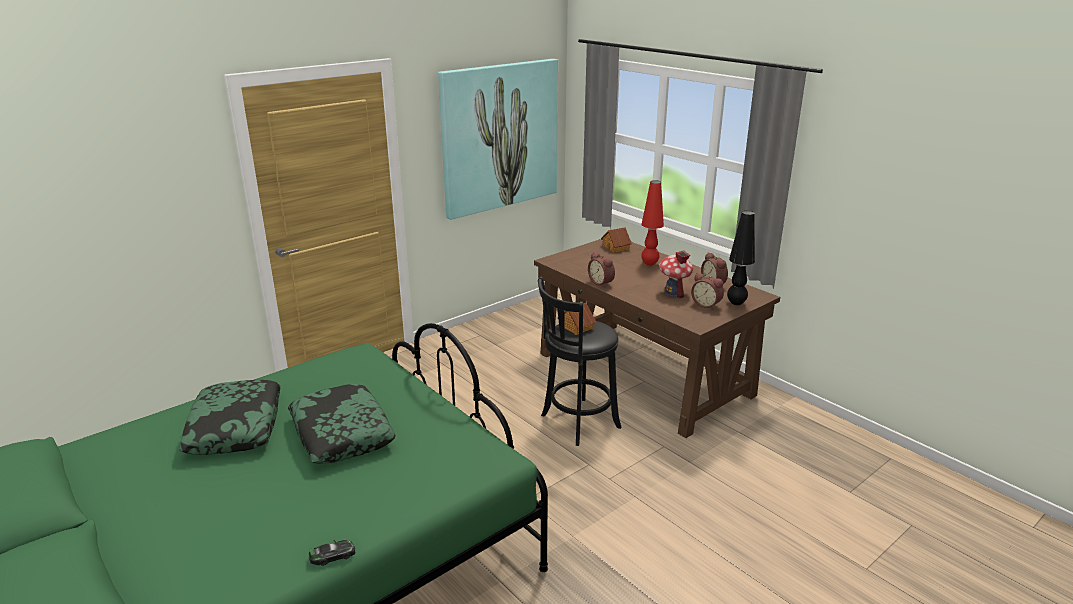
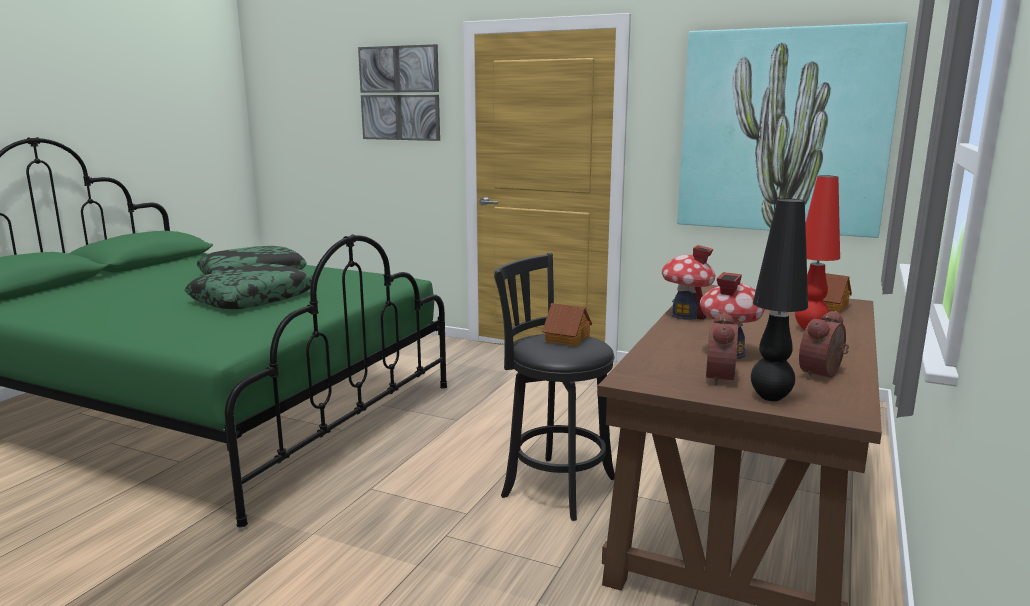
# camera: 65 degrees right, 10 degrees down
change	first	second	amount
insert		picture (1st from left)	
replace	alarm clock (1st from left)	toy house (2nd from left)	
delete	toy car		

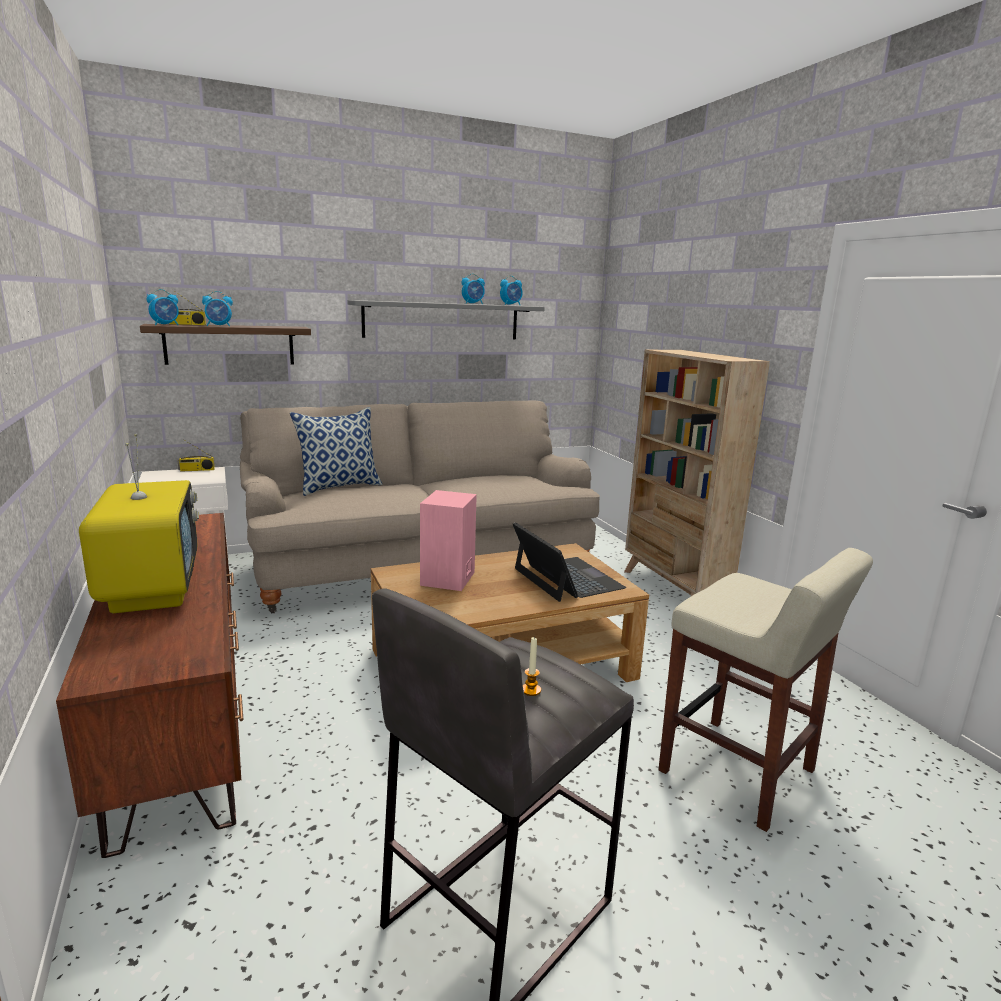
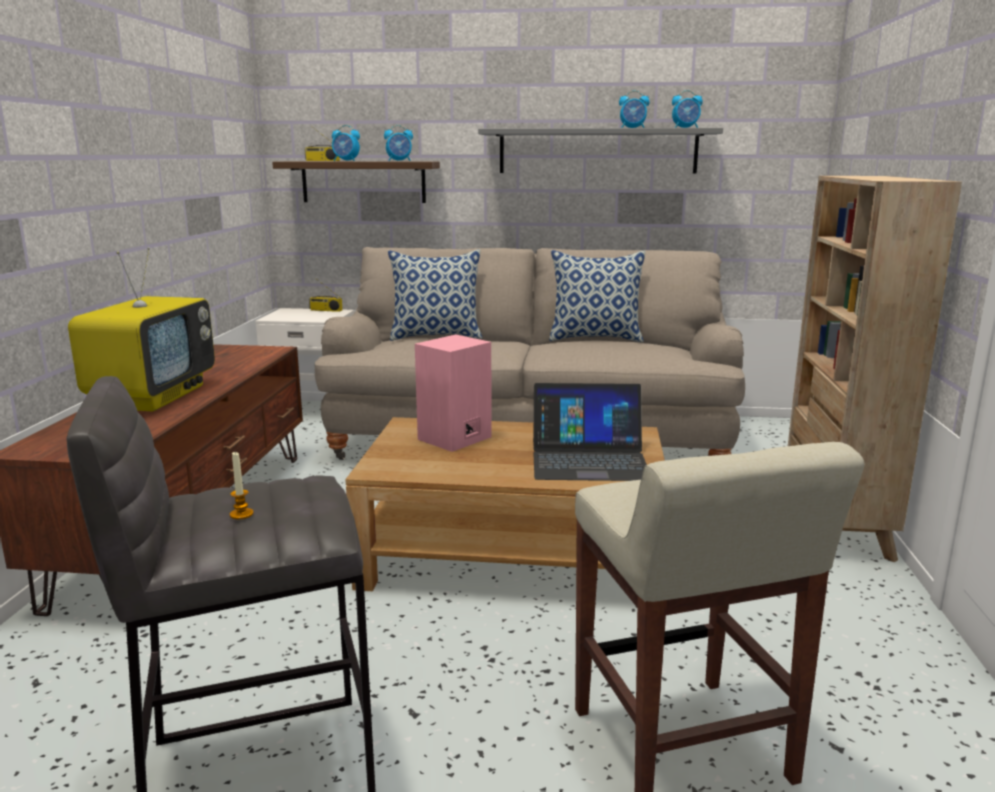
# camera: 30 degrees right, 0 degrees up
change	first	second	amount
move	alarm clock (1st from left in the first image)	alarm clock (2nd from left)	
rotate	laptop		90 degrees clockwise
insert		pillow (2nd from left)	

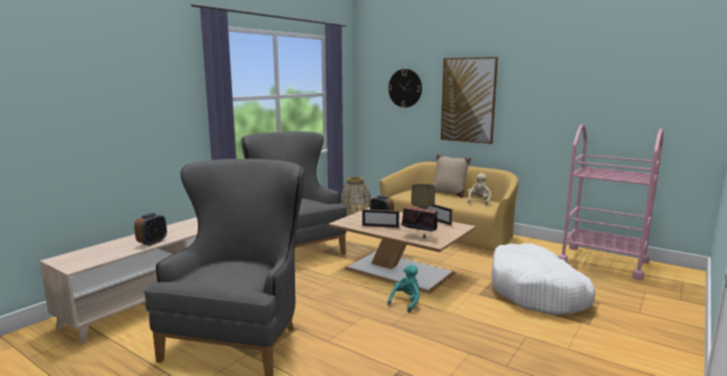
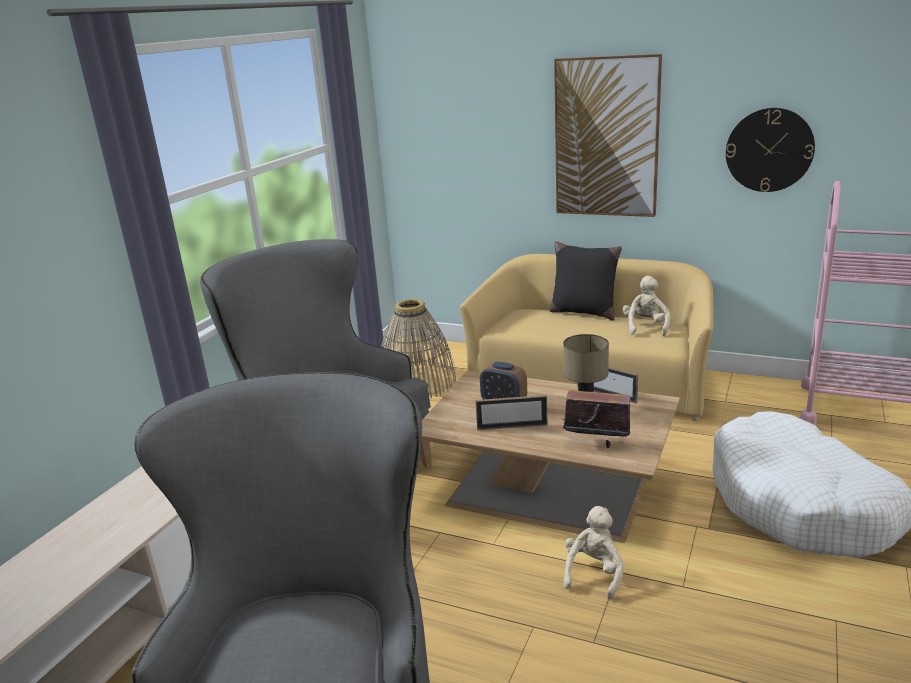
# camera: 10 degrees left, 10 degrees up
change	first	second	amount
recolor	beige pillow	black pillow	
recolor	turquoise plush toy	beige plush toy (1st from left)	
move	wall clock		
delete	alarm clock (1st from left)		

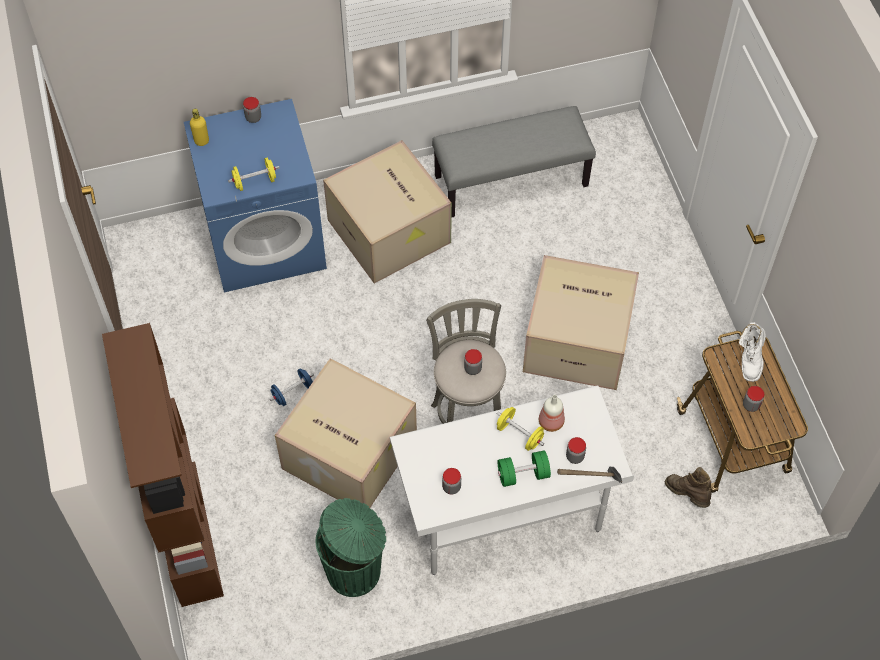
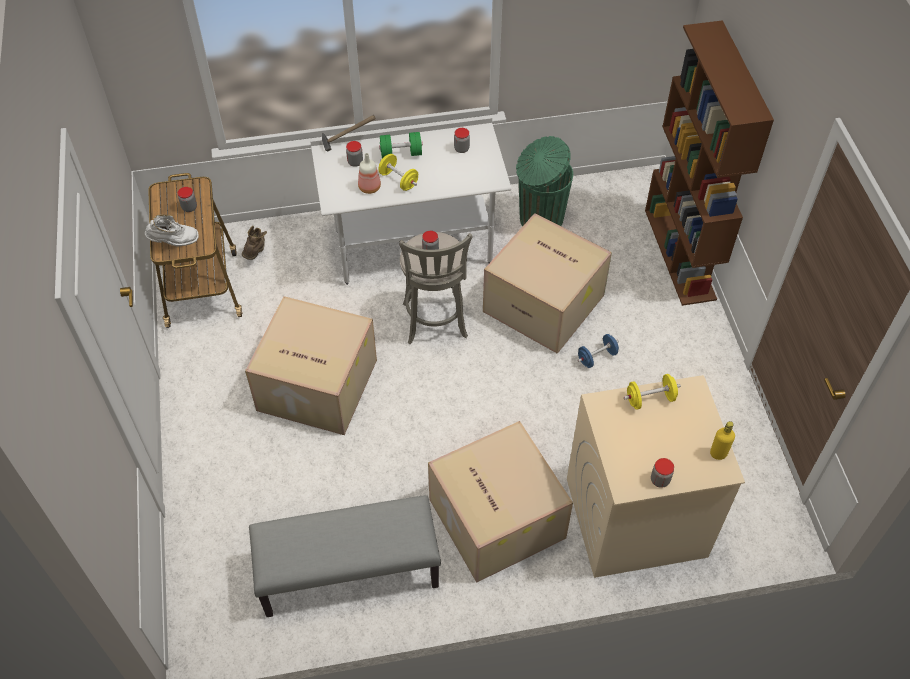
# camera: 175 degrees left, 5 degrees down
change	first	second	amount
rotate	white boot		60 degrees clockwise
rotate	brown boot		135 degrees counterclockwise
recolor	blue washing machine	beige washing machine	

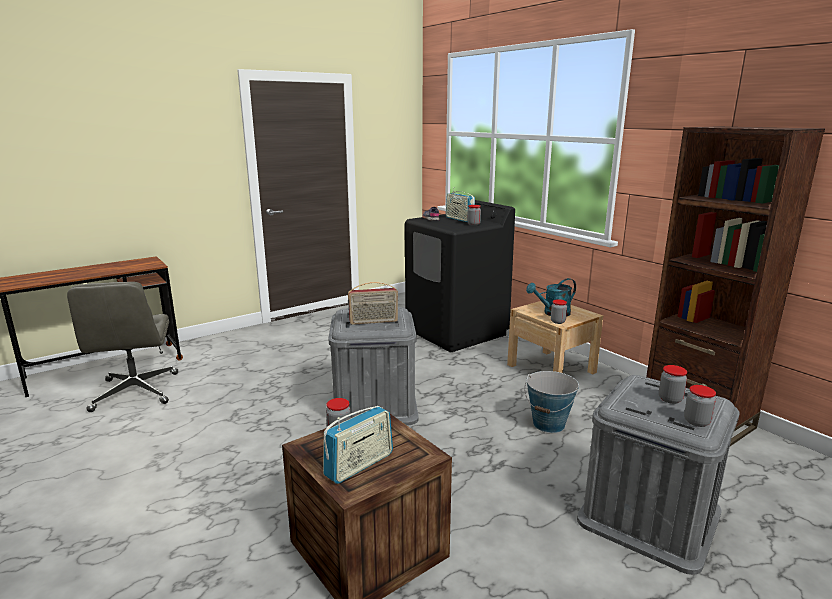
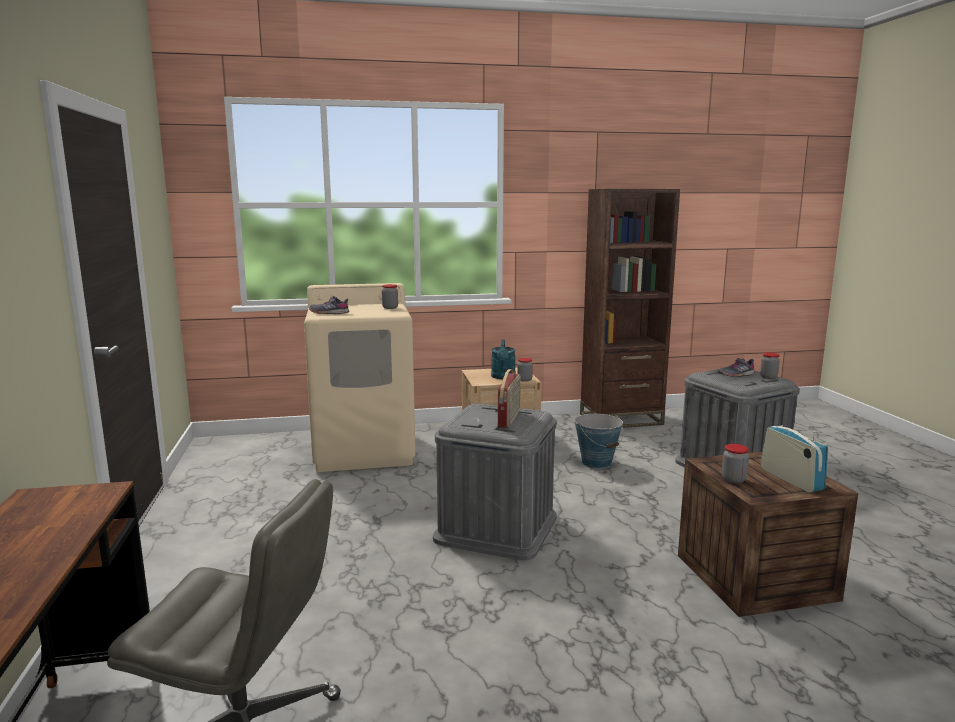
# camera: 65 degrees left, 5 degrees down
change	first	second	amount
recolor	black washing machine	beige washing machine	
replace	jar (4th from left)	grey shoe (2nd from left)	
delete	radio (3rd from left)		

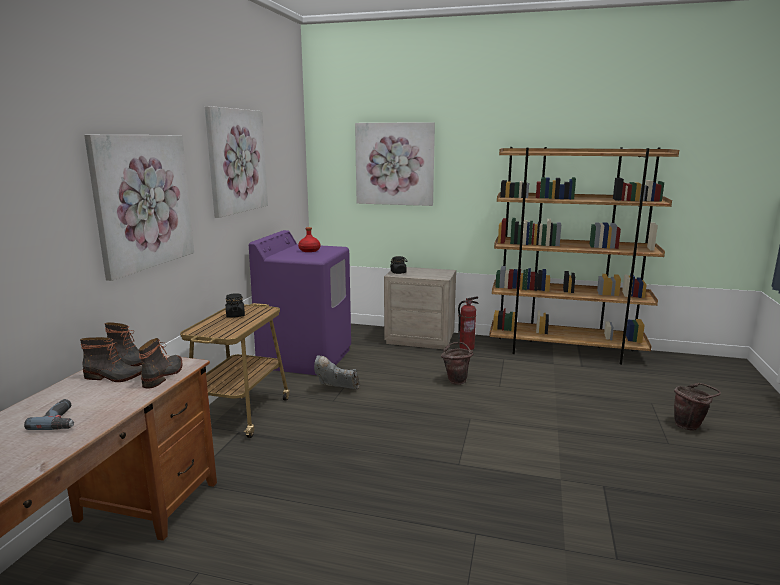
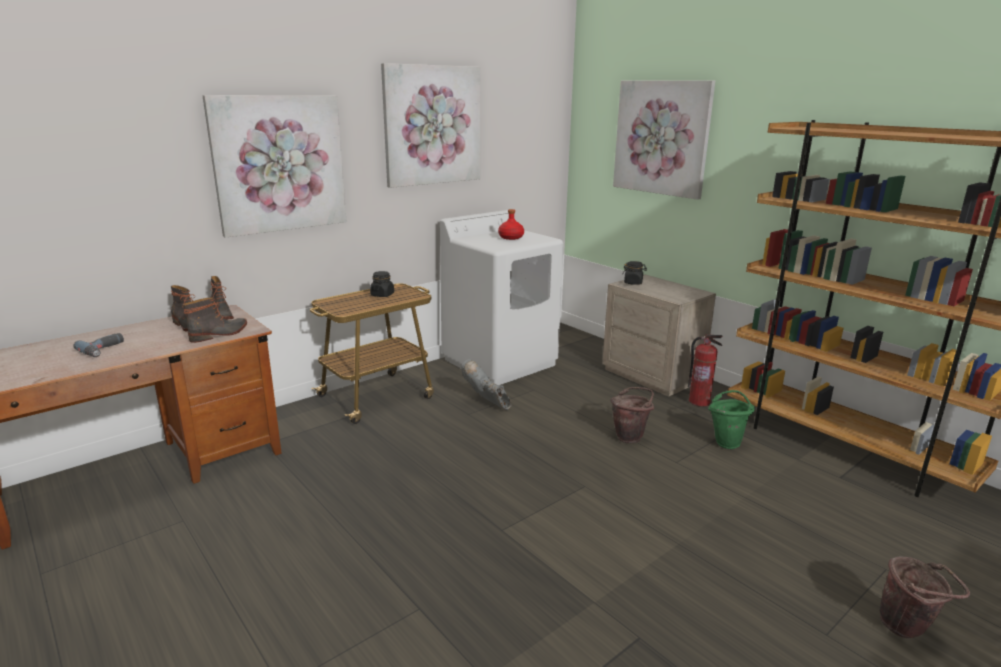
# camera: 35 degrees right, 5 degrees up
change	first	second	amount
recolor	purple washing machine	white washing machine	
insert		green bucket	

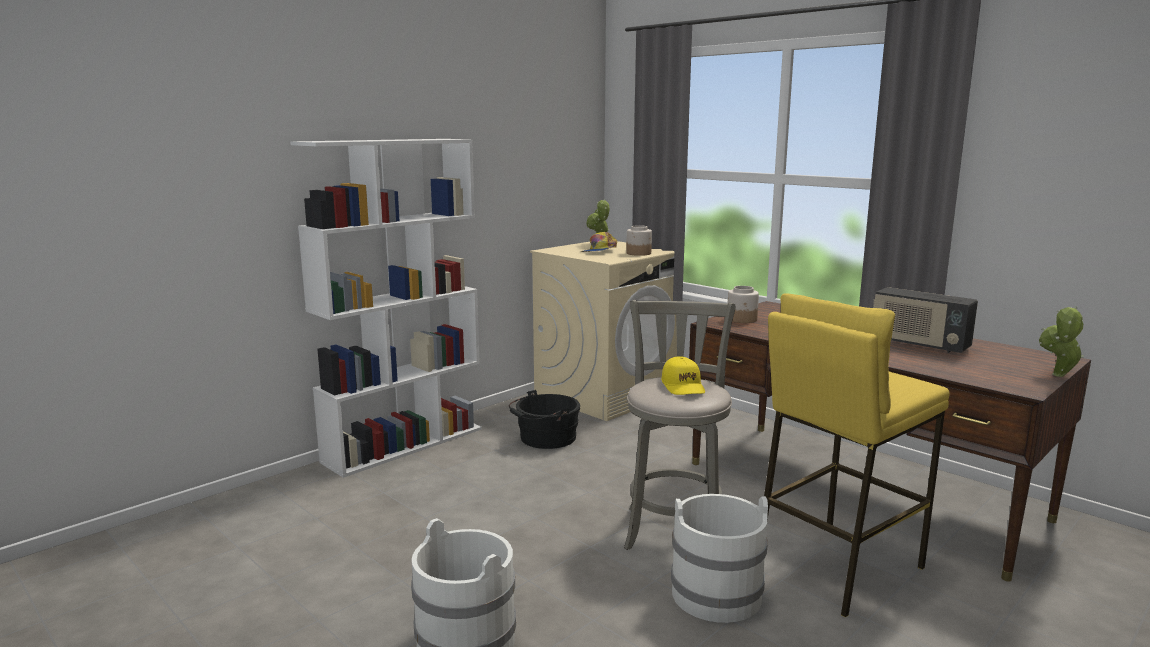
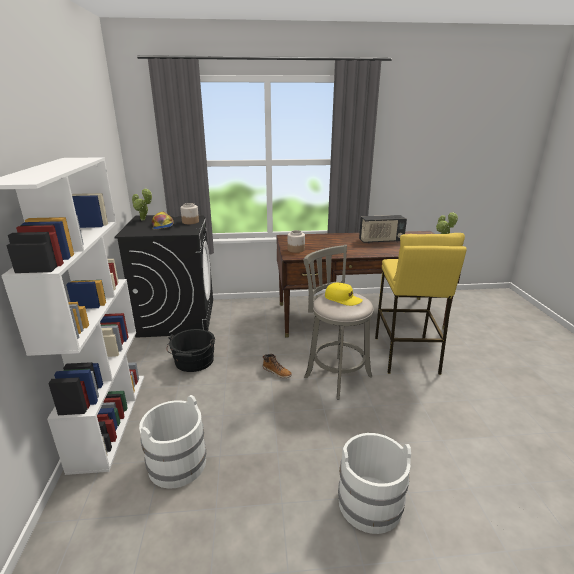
# camera: 50 degrees left, 10 degrees up
change	first	second	amount
recolor	beige washing machine	black washing machine	
move	white bucket (2nd from left in the first image)	white bucket (1st from left)	
insert		boot	

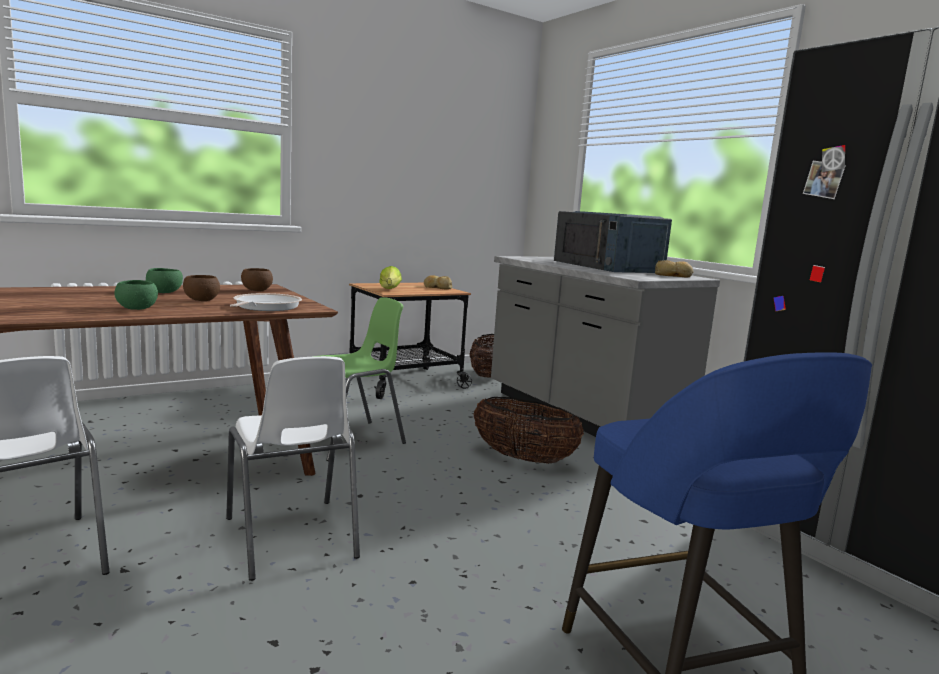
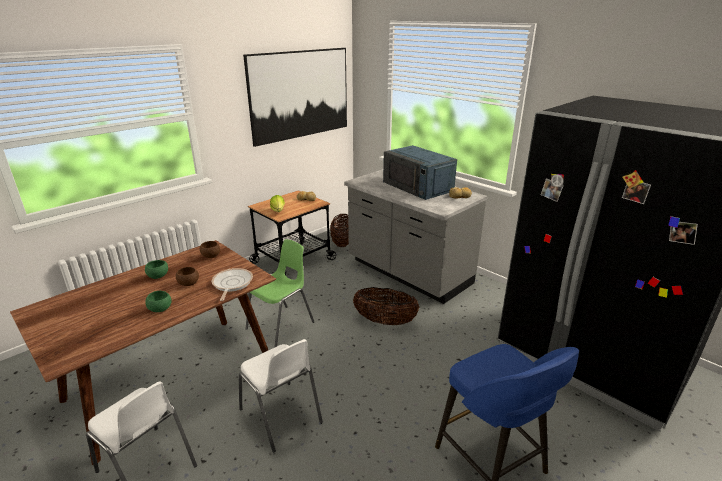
# camera: 10 degrees left, 15 degrees up
change	first	second	amount
insert		picture	

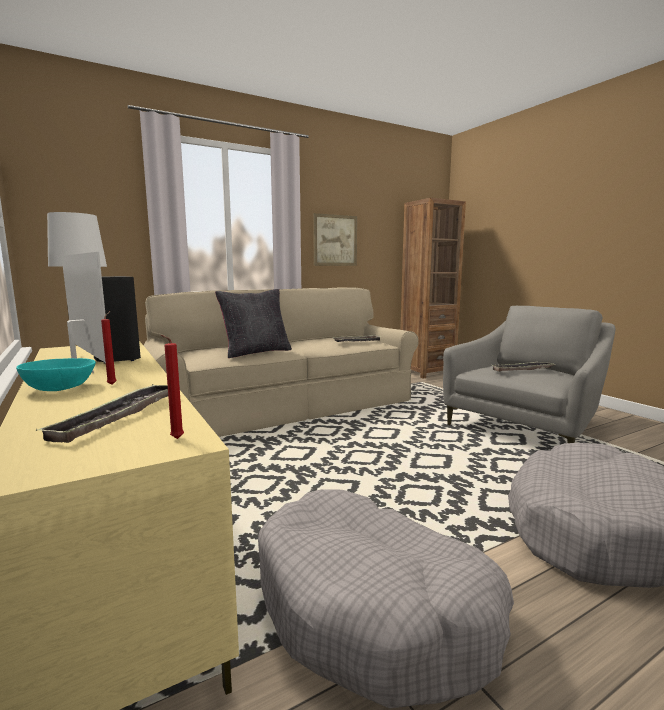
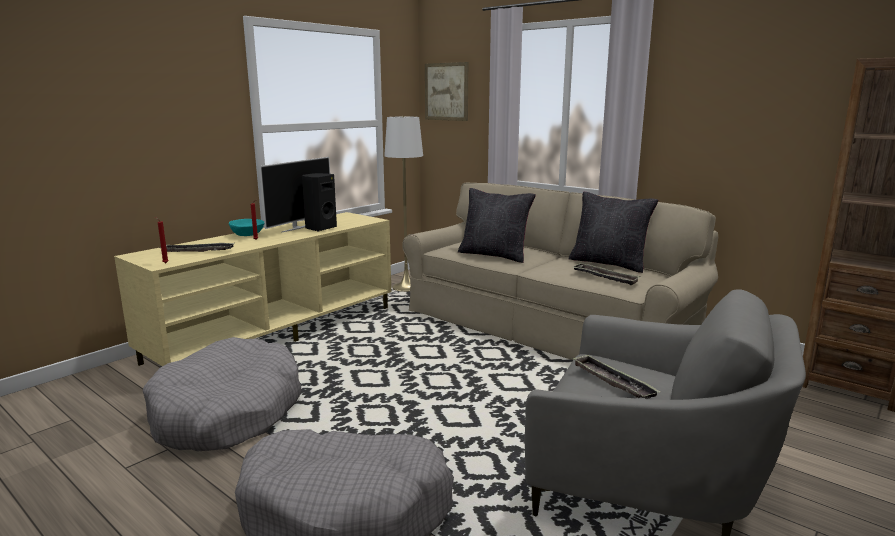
# camera: 70 degrees right, 5 degrees up
change	first	second	amount
move	picture		
insert		black pillow (2nd from left)	

